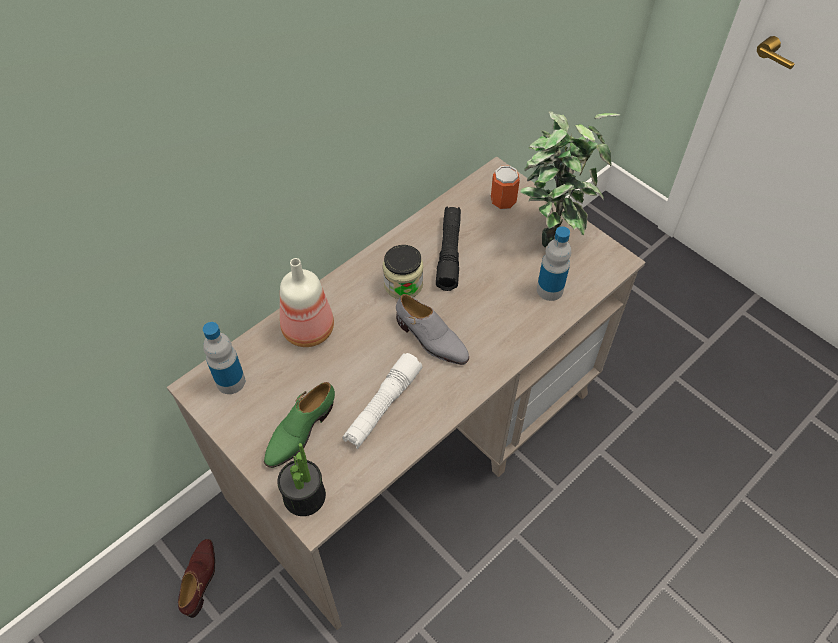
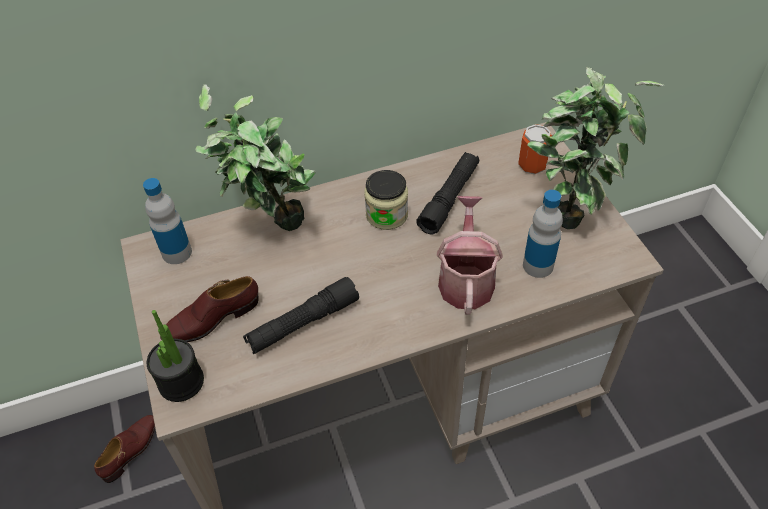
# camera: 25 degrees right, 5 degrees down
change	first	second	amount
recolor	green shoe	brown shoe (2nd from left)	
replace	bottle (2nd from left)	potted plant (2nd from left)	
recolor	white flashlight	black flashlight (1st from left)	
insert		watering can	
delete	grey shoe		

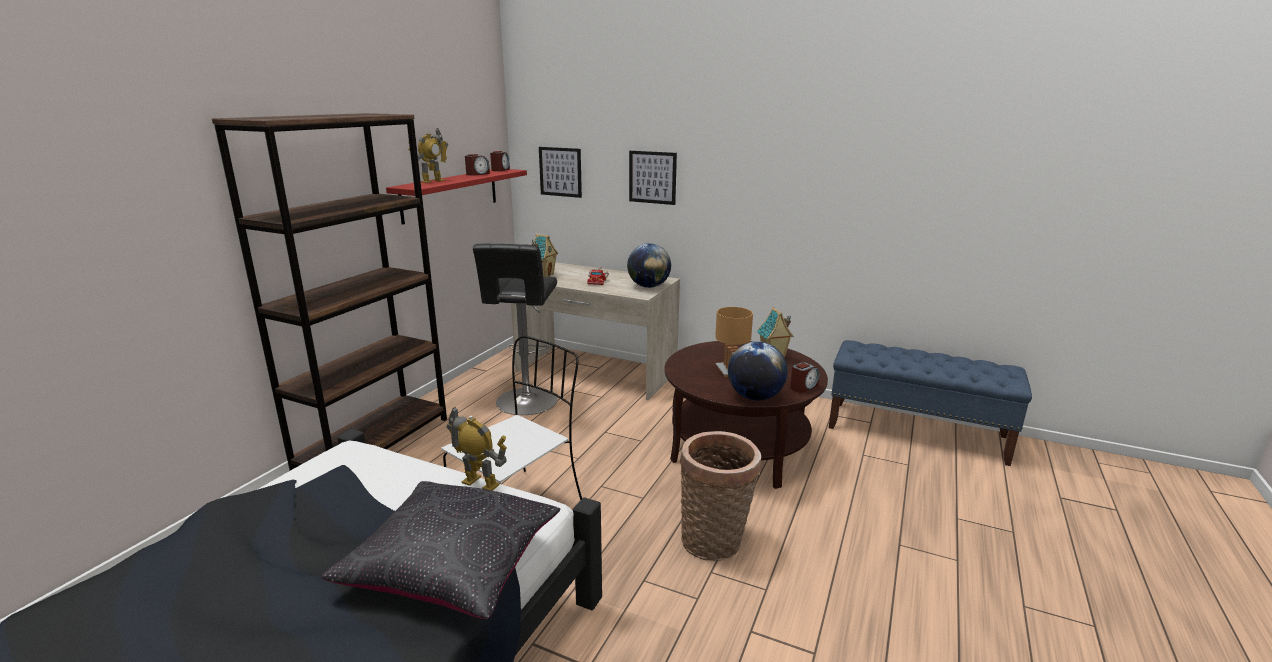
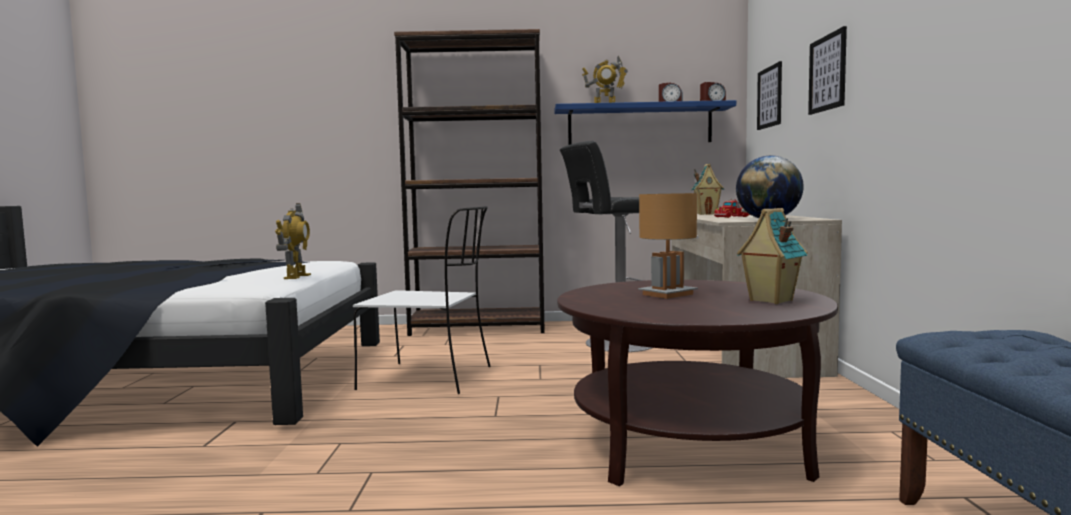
# camera: 65 degrees right, 15 degrees down
change	first	second	amount
recolor	red shelf	blue shelf	
delete	black pillow		
delete	basket		
delete	globe (2nd from left)		
delete	alarm clock (3rd from left)		

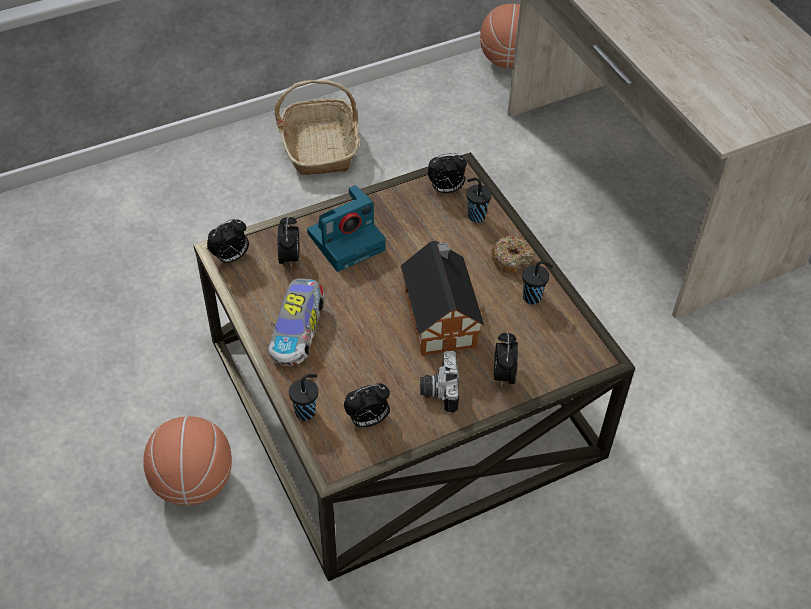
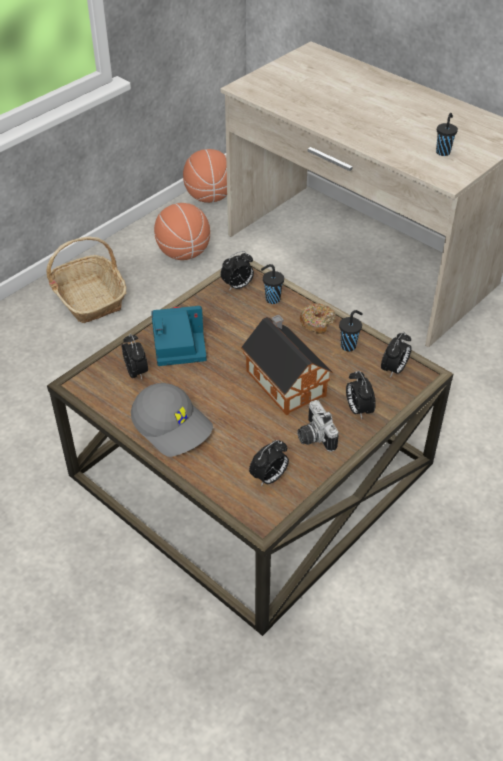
# camera: 20 degrees left, 5 degrees down
change	first	second	amount
replace	toy car	grey cap	
rotate	photo camera (1st from left)		135 degrees counterclockwise
move	basketball (1st from left)		
move	alarm clock (1st from left in the first image)	alarm clock (5th from left)	
move	black cup (1st from left in the first image)	black cup (3rd from left)	

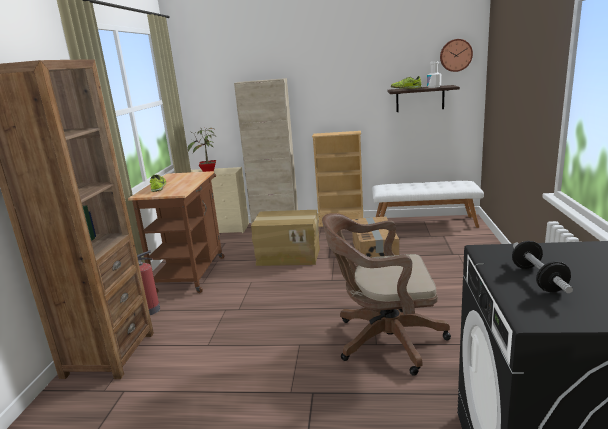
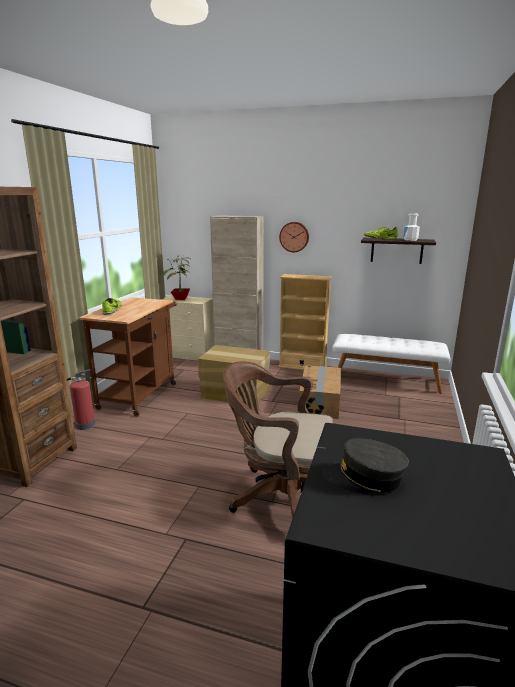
# camera: 10 degrees right, 0 degrees up
change	first	second	amount
move	wall clock		
replace	dumbbell	grey cap	

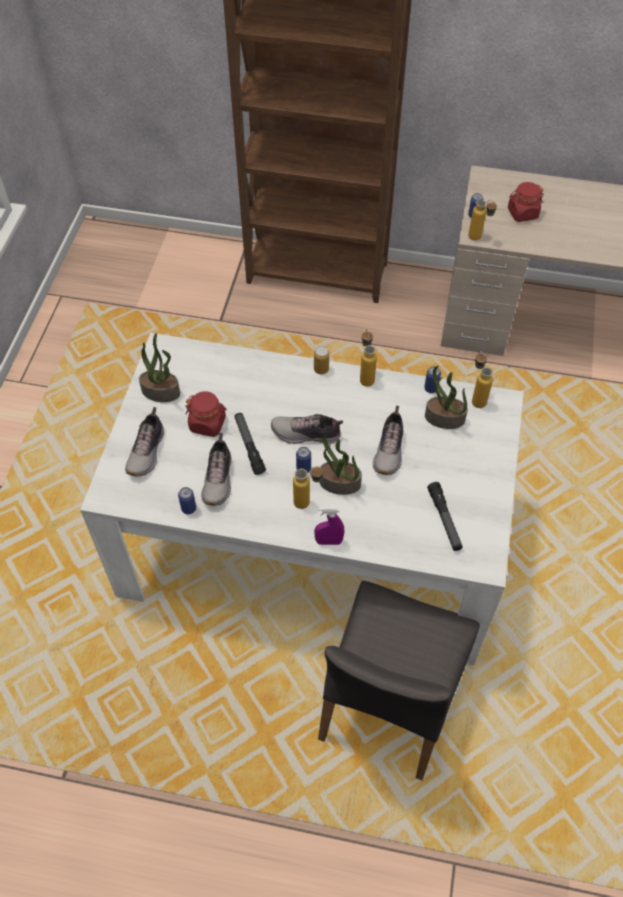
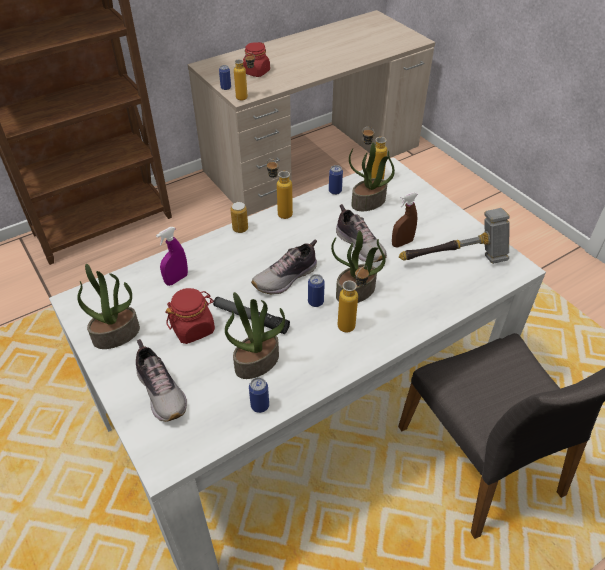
# camera: 45 degrees left, 10 degrees down
change	first	second	amount
move	purple spray bottle		
replace	shoe (2nd from left)	potted plant (2nd from left)	
insert		brown spray bottle	
replace	flashlight (2nd from left)	hammer	

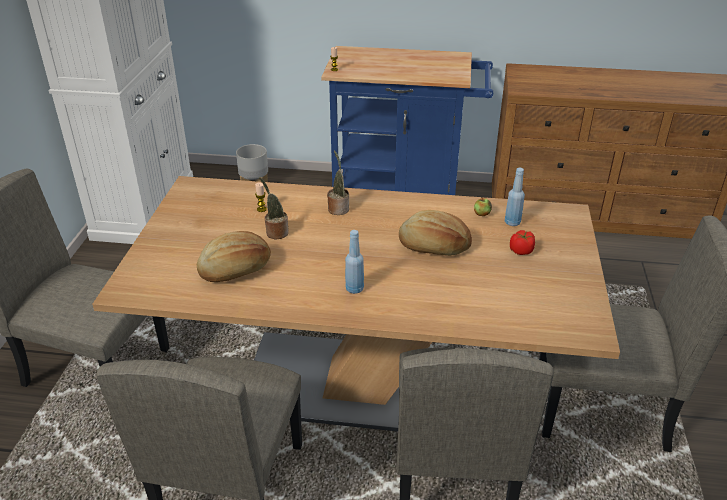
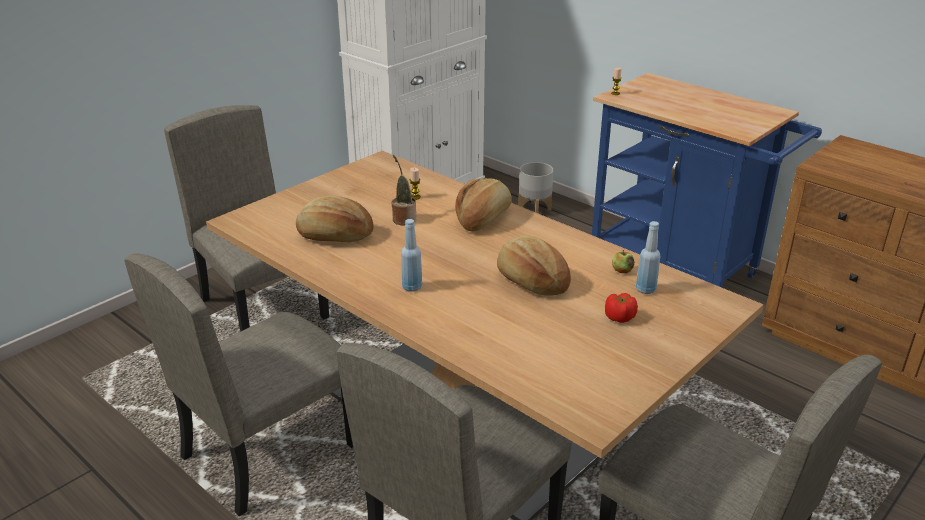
# camera: 35 degrees right, 5 degrees down
change	first	second	amount
replace	potted plant (2nd from left)	bread (2nd from left)	

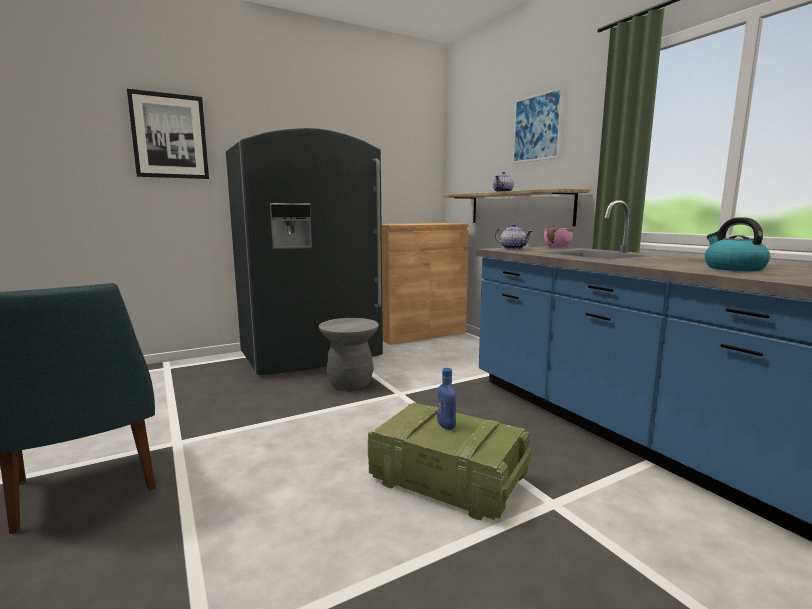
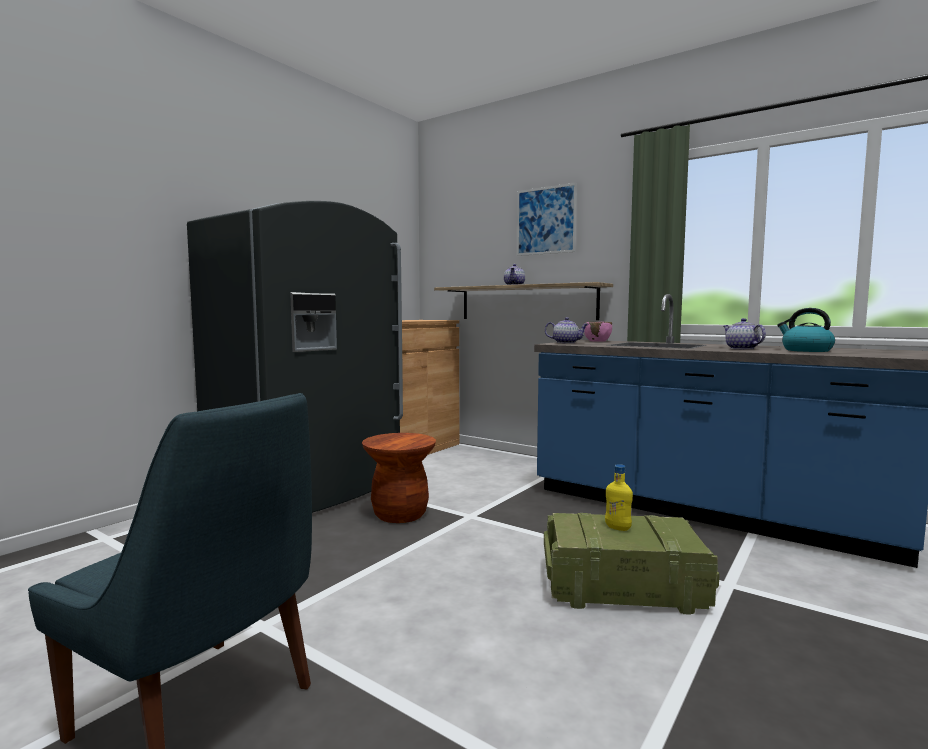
# camera: 25 degrees left, 5 degrees down
change	first	second	amount
recolor	grey stool	brown stool	
recolor	blue bottle	yellow bottle	
insert		teapot (3rd from left)	
delete	picture (1st from left)		

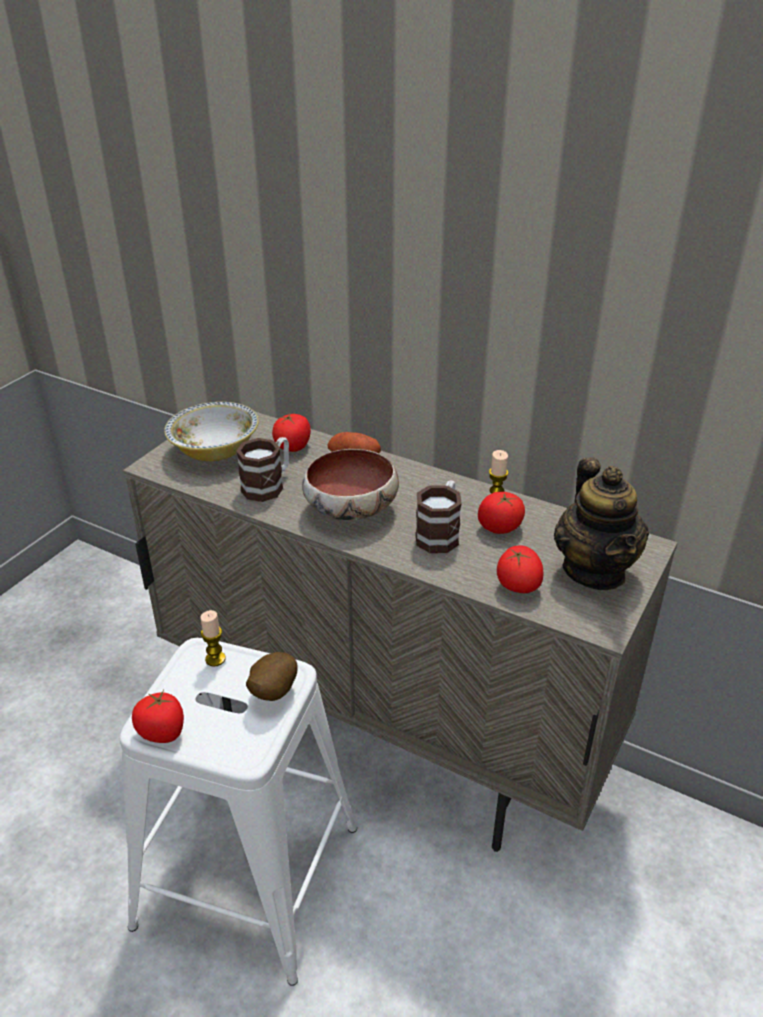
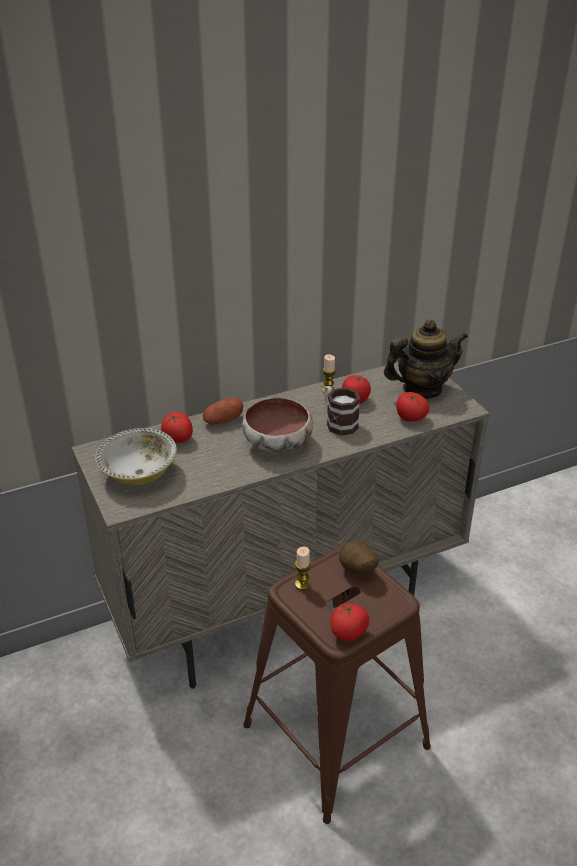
# camera: 55 degrees left, 0 degrees up
change	first	second	amount
recolor	white stool	brown stool	
rotate	teapot		45 degrees counterclockwise
delete	mug (1st from left)		

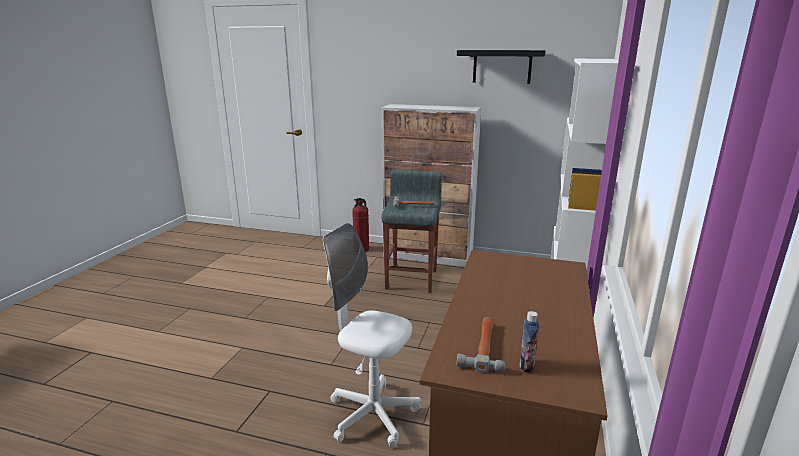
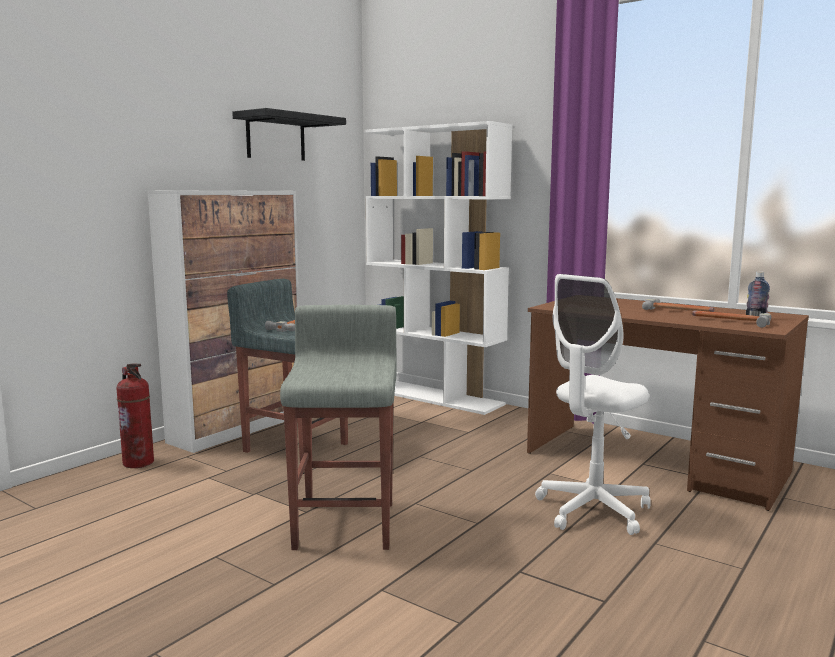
# camera: 70 degrees left, 10 degrees down
change	first	second	amount
insert		grey stool (2nd from left)	
insert		hammer (2nd from left)	

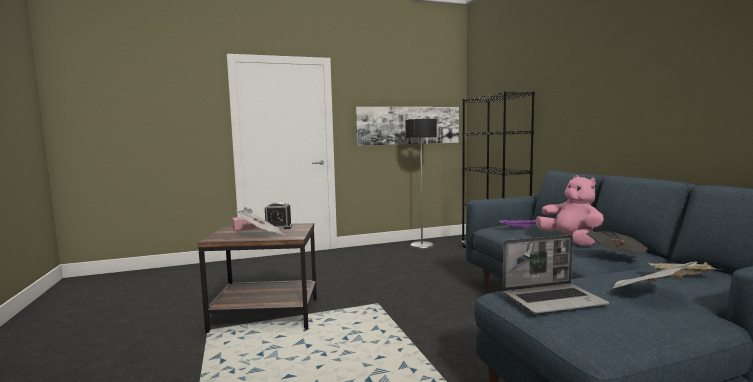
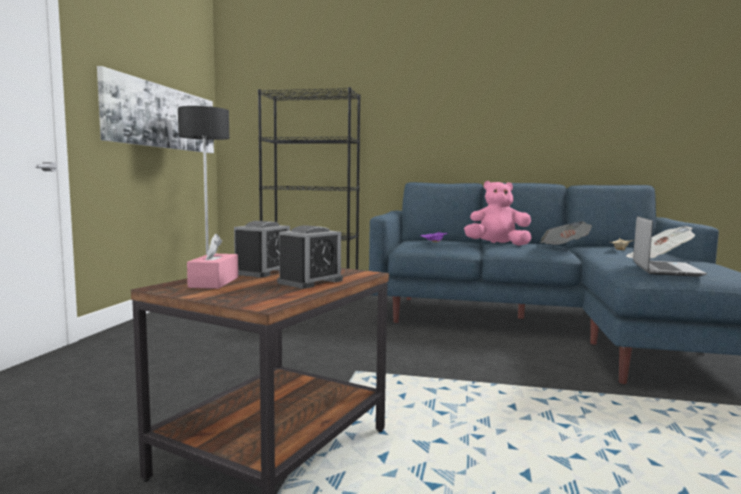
# camera: 60 degrees left, 0 degrees up
change	first	second	amount
replace	newspaper (1st from left)	alarm clock (2nd from left)	

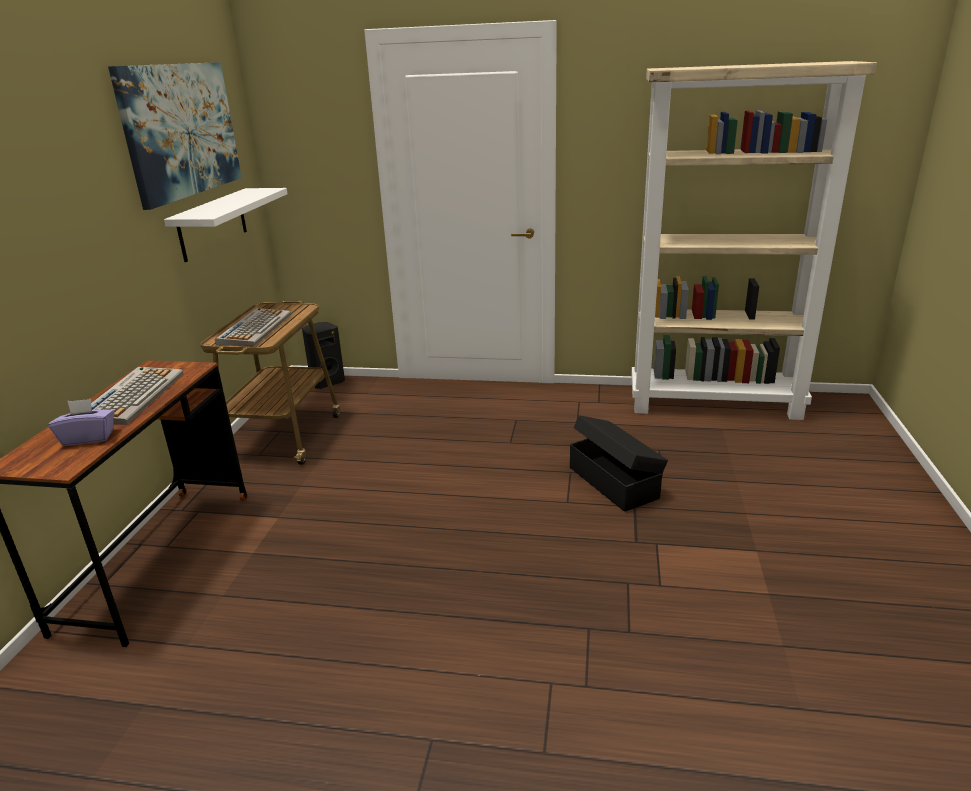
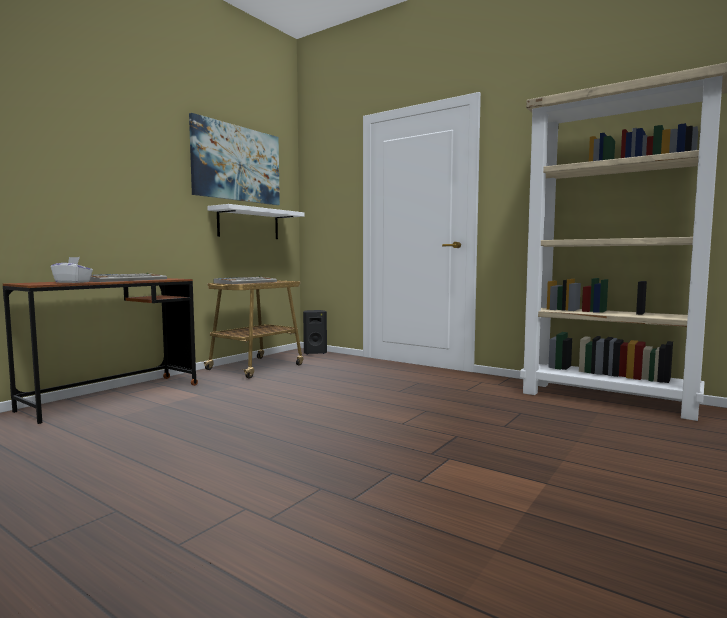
# camera: 25 degrees right, 20 degrees down
change	first	second	amount
recolor	purple tissue box	white tissue box	
delete	black storage box		

